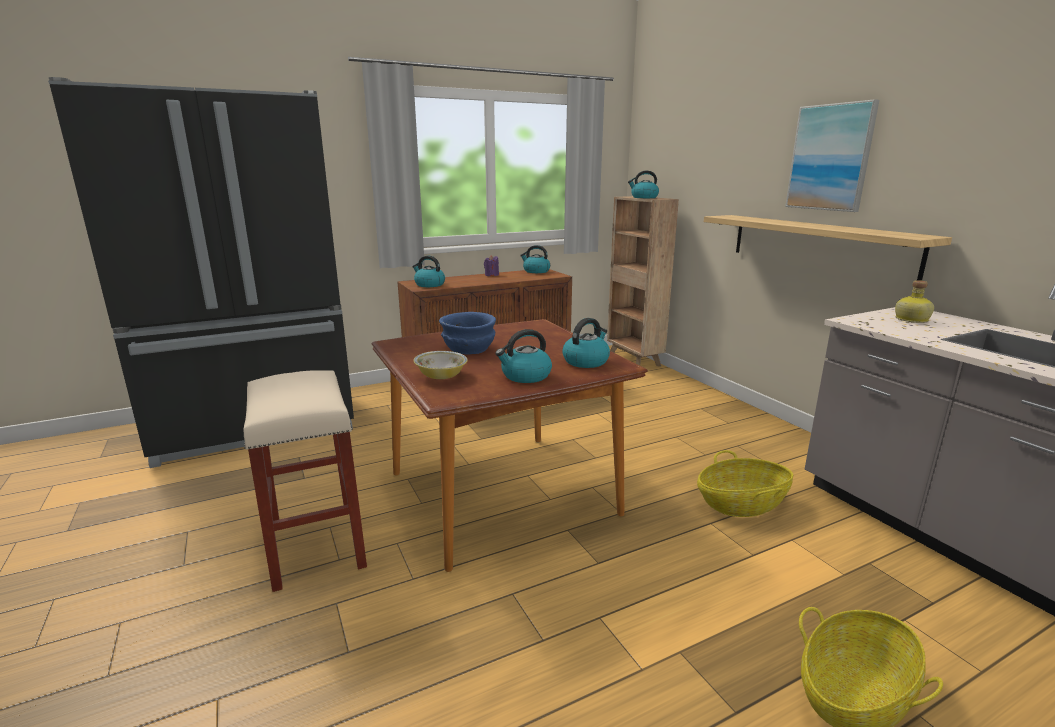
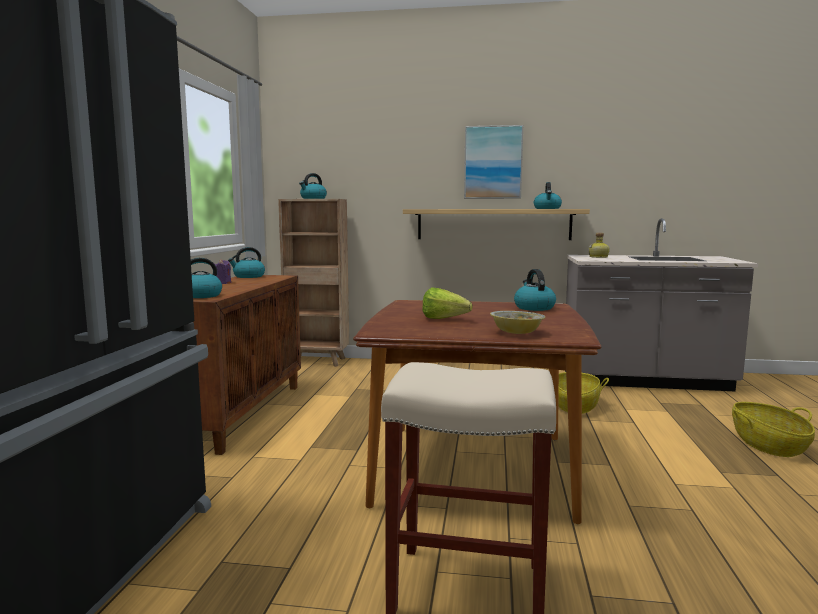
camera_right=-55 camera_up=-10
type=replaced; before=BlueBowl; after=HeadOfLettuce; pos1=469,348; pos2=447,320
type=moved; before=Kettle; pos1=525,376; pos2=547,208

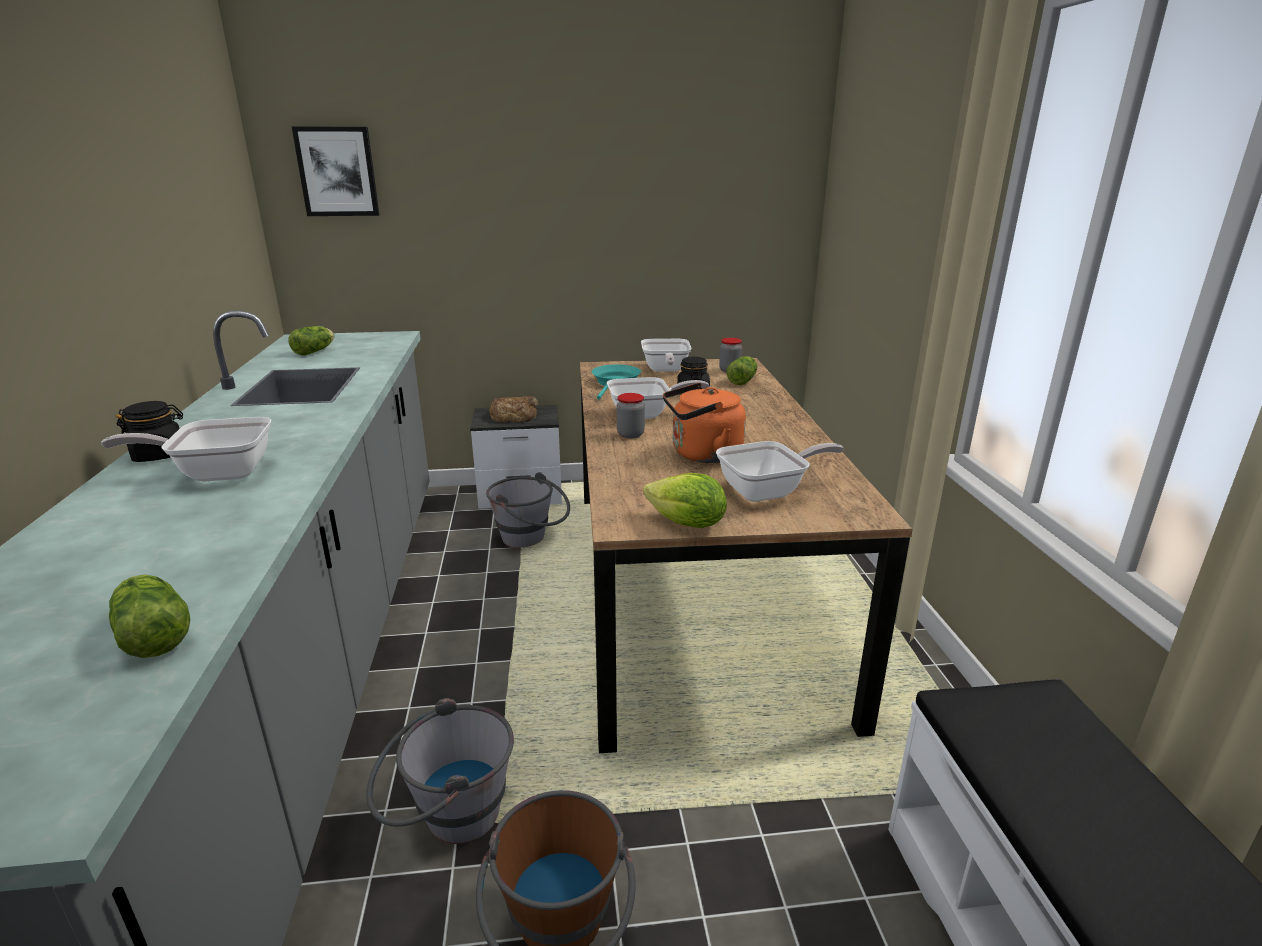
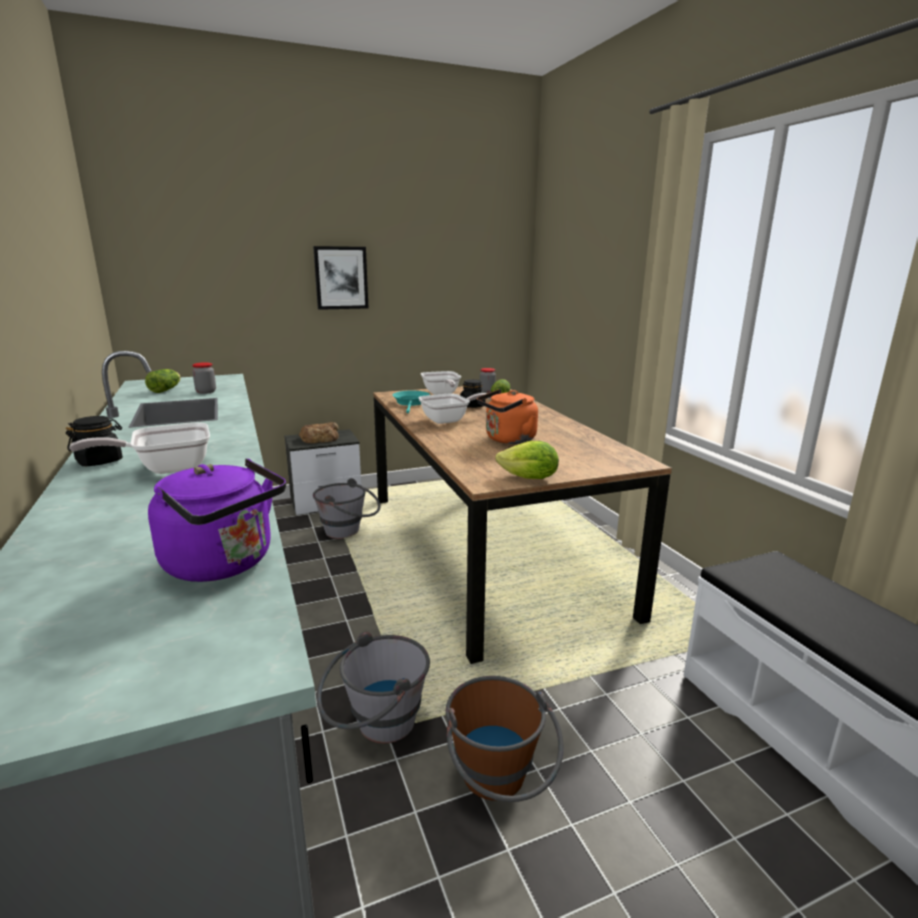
camera_right=-15 camera_up=-5
type=moved; before=Picture; pos1=337,172; pos2=341,278
type=moved; before=PreserveJar; pos1=630,434; pos2=206,392
type=removed; before=Pan; pos1=768,491
type=replaced; before=HeadOfLettuce; after=PurpleColouredKettle; pos1=154,634; pos2=224,564

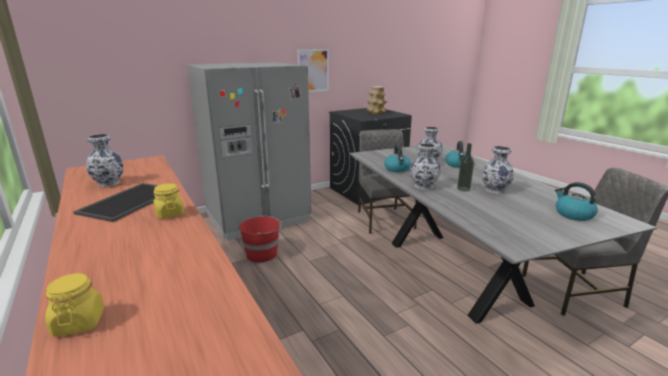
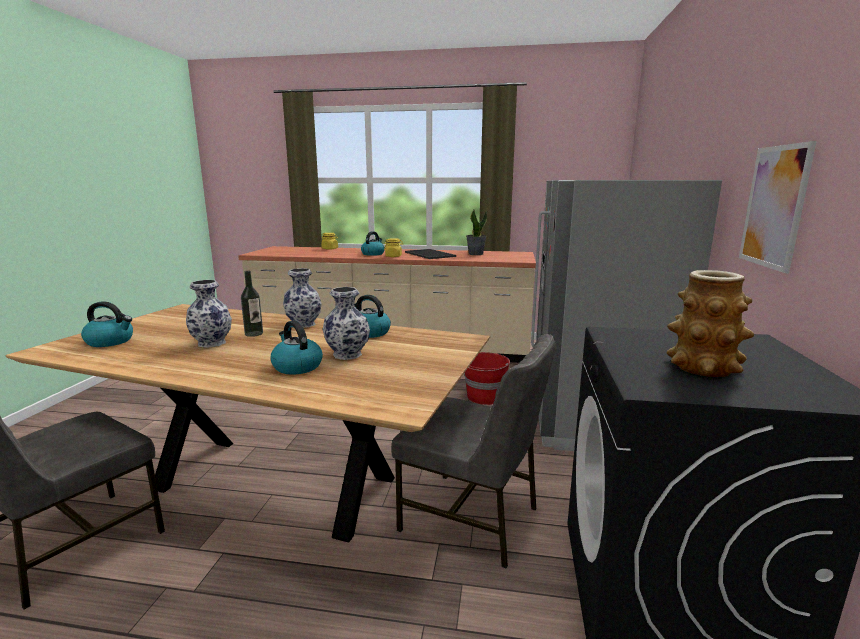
camera_right=130 camera_up=-5
type=replaced; before=DecorativeVase; after=PlantInAPot; pos1=109,183; pos2=475,254
type=recoloured; before=GreyishDiningTable; after=BrownColouredDiningTable; pos1=453,270; pos2=276,484
type=added; after=Kettle; pos2=373,254

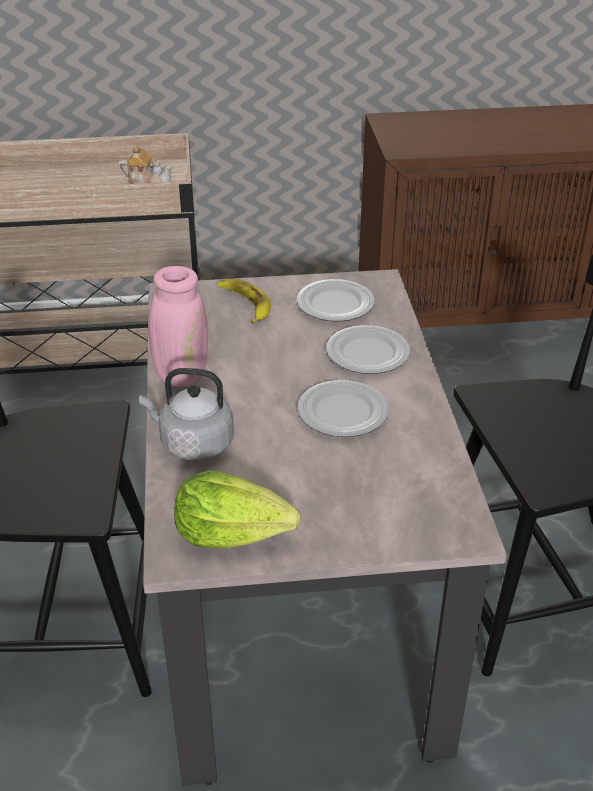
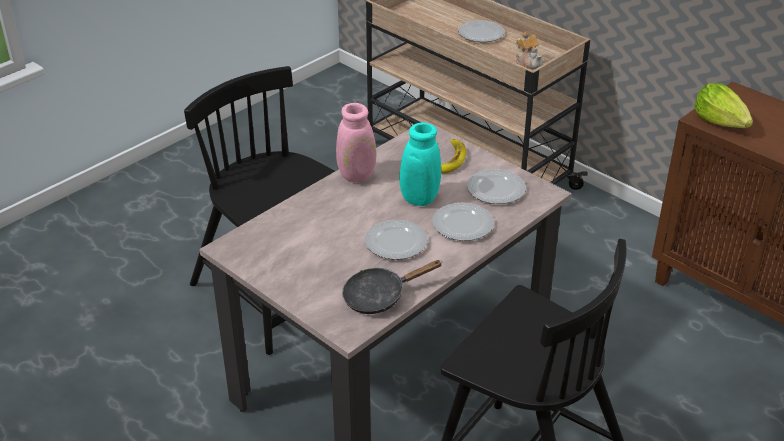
camera_right=50 camera_up=0
type=removed; before=GreyishKettle; pos1=193,444
type=moved; before=HeadOfLettuce; pos1=233,533; pos2=720,122
type=added; after=Plate; pos2=480,34
type=added; after=TurquoiseColouredDecorativeVase; pos2=416,200
type=added; after=BlackColouredPan; pos2=380,296

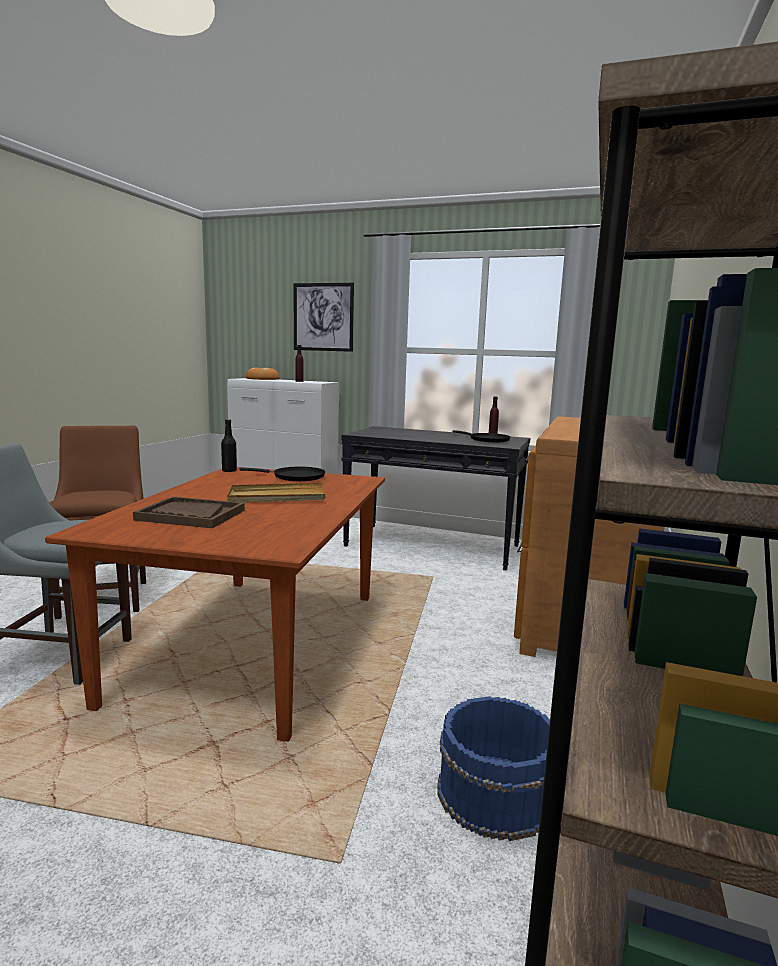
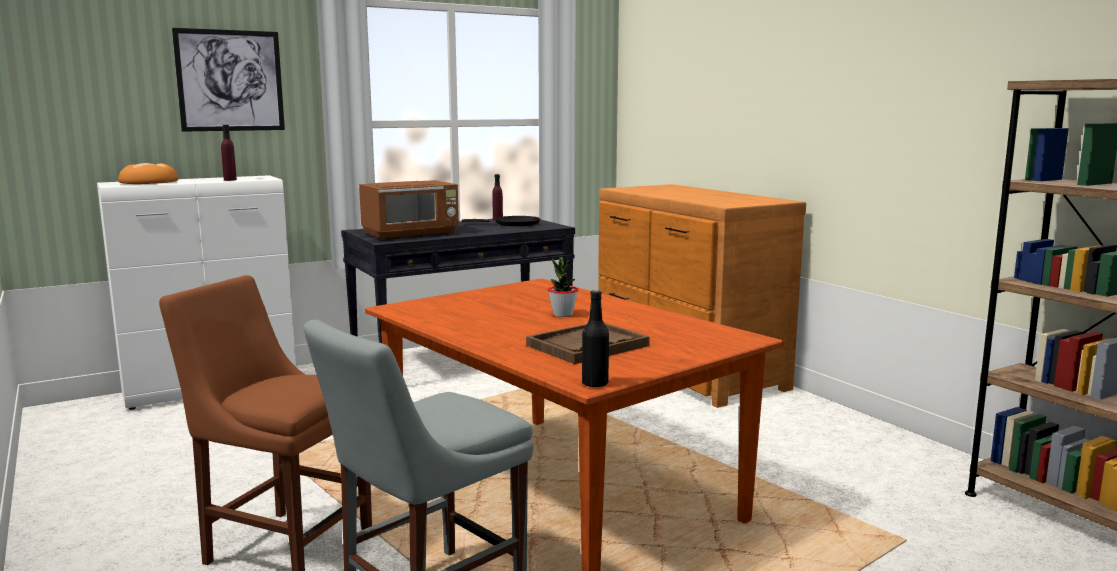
camera_right=-50 camera_up=0
type=moved; before=BlackColouredBottle; pos1=229,471; pos2=595,384
type=removed; before=BlackColouredPan; pos1=295,477
type=replaced; before=BeigeColouredServingTray; after=PlantInAPot; pos1=277,497; pos2=562,314
type=removed; before=BluePail; pos1=495,792
type=added; after=BrownColouredMicrowave; pos2=411,234

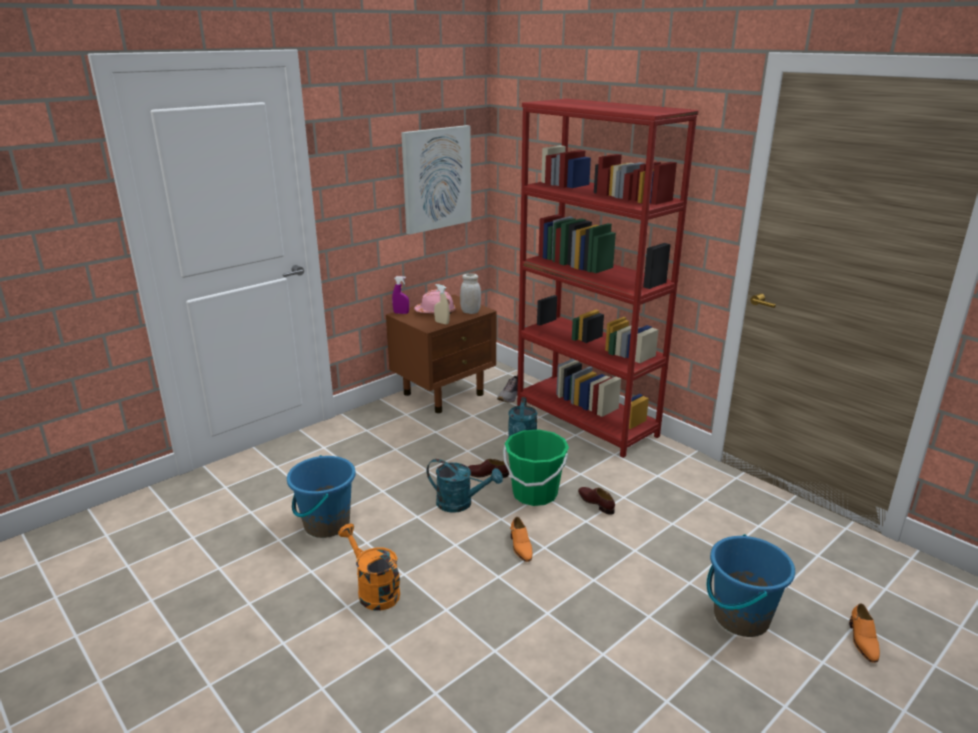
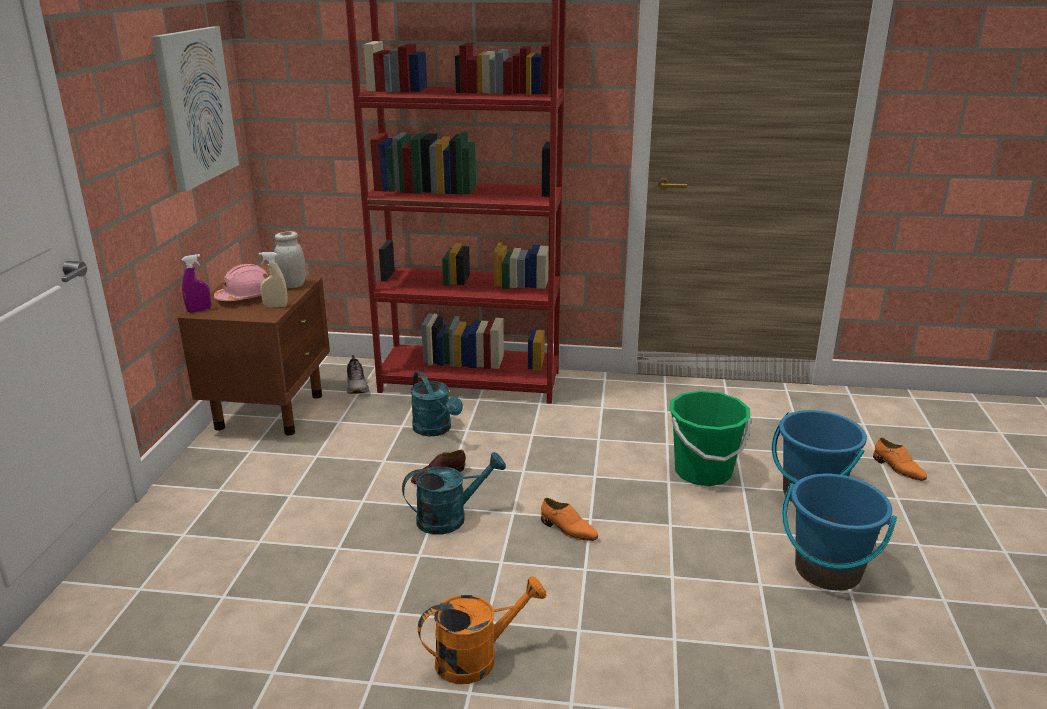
camera_right=-40 camera_up=0
type=moved; before=GreenPail; pos1=534,494; pos2=703,472
type=moved; before=BluePail; pos1=326,524; pos2=827,571
type=removed; before=BrownColouredLowShoe; pos1=596,503
type=turned; before=OrangeColouredWateringCan; pos1=373,590; pos2=477,658; turn=150

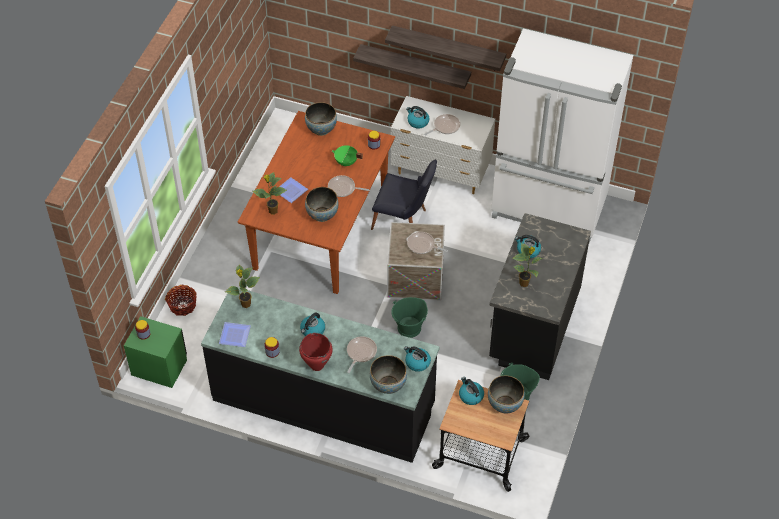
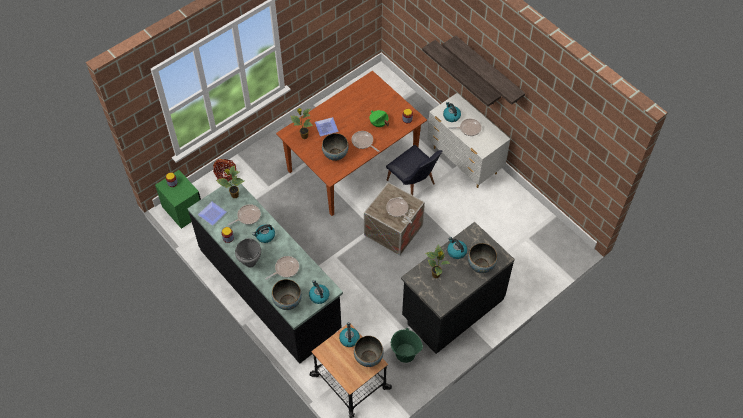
camera_right=30 camera_up=5
type=removed; before=WhitishFridge; pos1=549,208
type=moved; before=Bowl; pos1=321,129; pos2=481,266
type=removed; before=GreenPail; pos1=409,328
type=recoloured; before=RedCookingPot; after=GreyishCookingPot; pos1=316,365; pos2=250,263
type=added; after=Pan; pos2=247,216

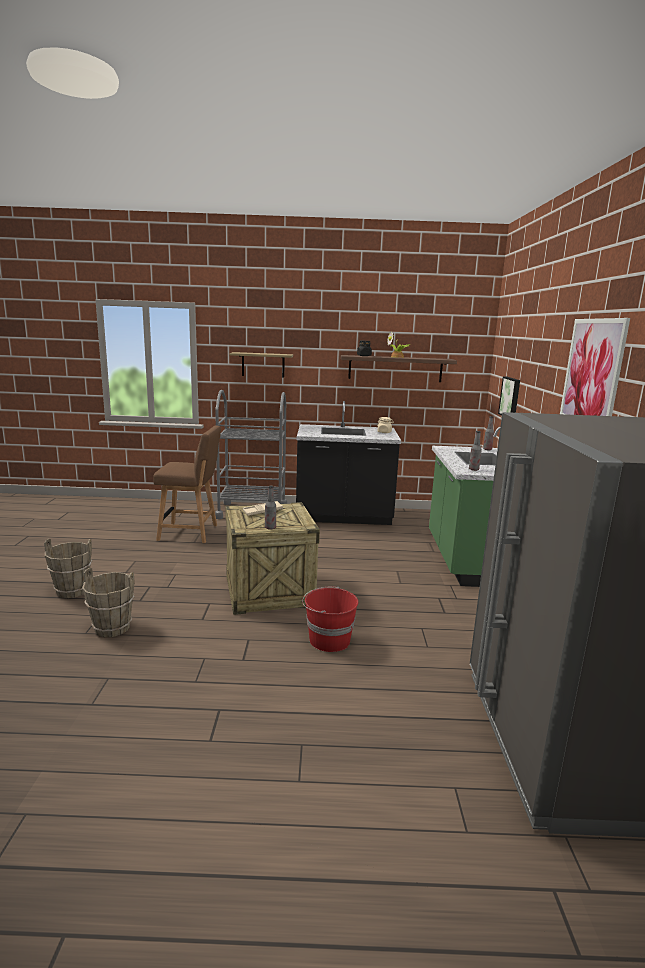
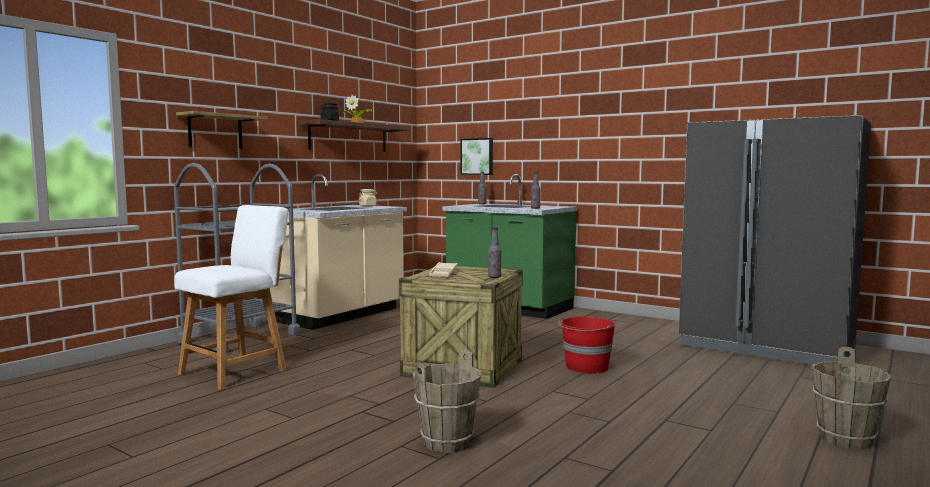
camera_right=-55 camera_up=-10
type=removed; before=Picture; pos1=592,373
type=recoloured; before=BlackColouredKitchenCounter; after=BeigeColouredKitchenCounter; pos1=343,516; pos2=341,315
type=recoloured; before=BrownColouredPlainChair; after=WhitishPlainChair; pos1=191,532; pos2=237,371
type=moved; before=BrownColouredPail; pos1=72,591; pos2=846,440

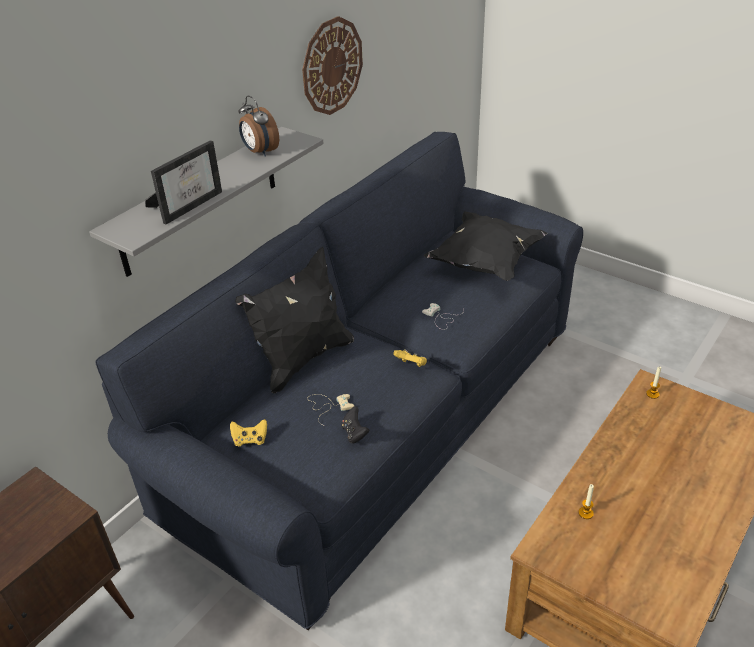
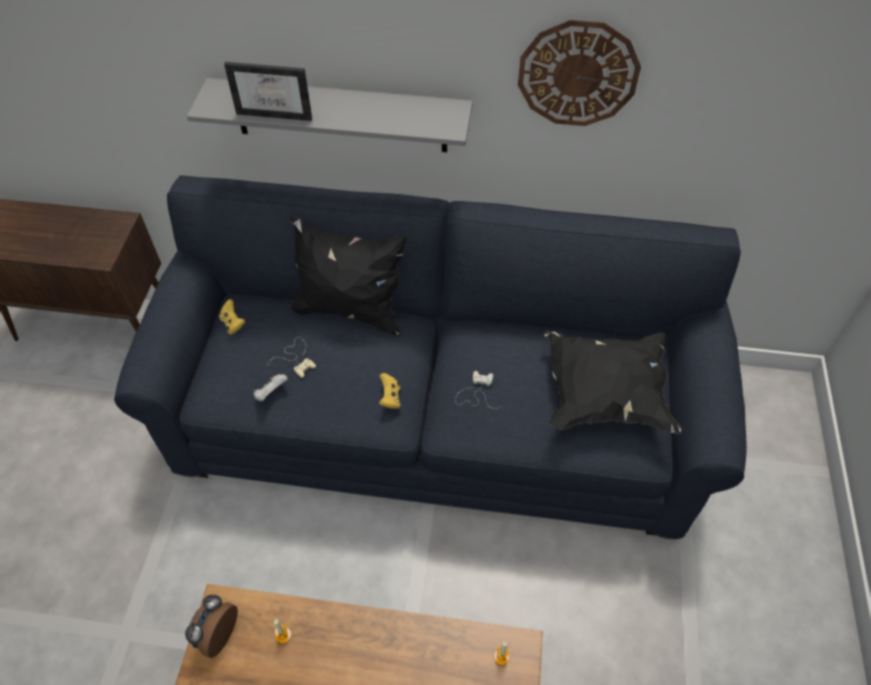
camera_right=60 camera_up=15
type=moved; before=BedsideClock; pos1=260,152; pos2=216,634
type=recoloured; before=BlackColouredGameController; after=WhitishGameController; pos1=354,433; pos2=271,393

